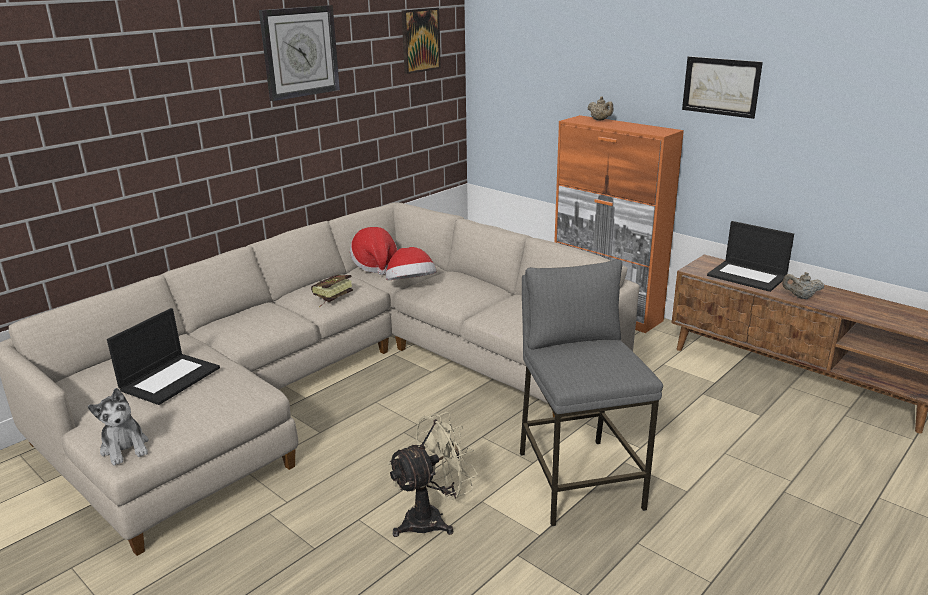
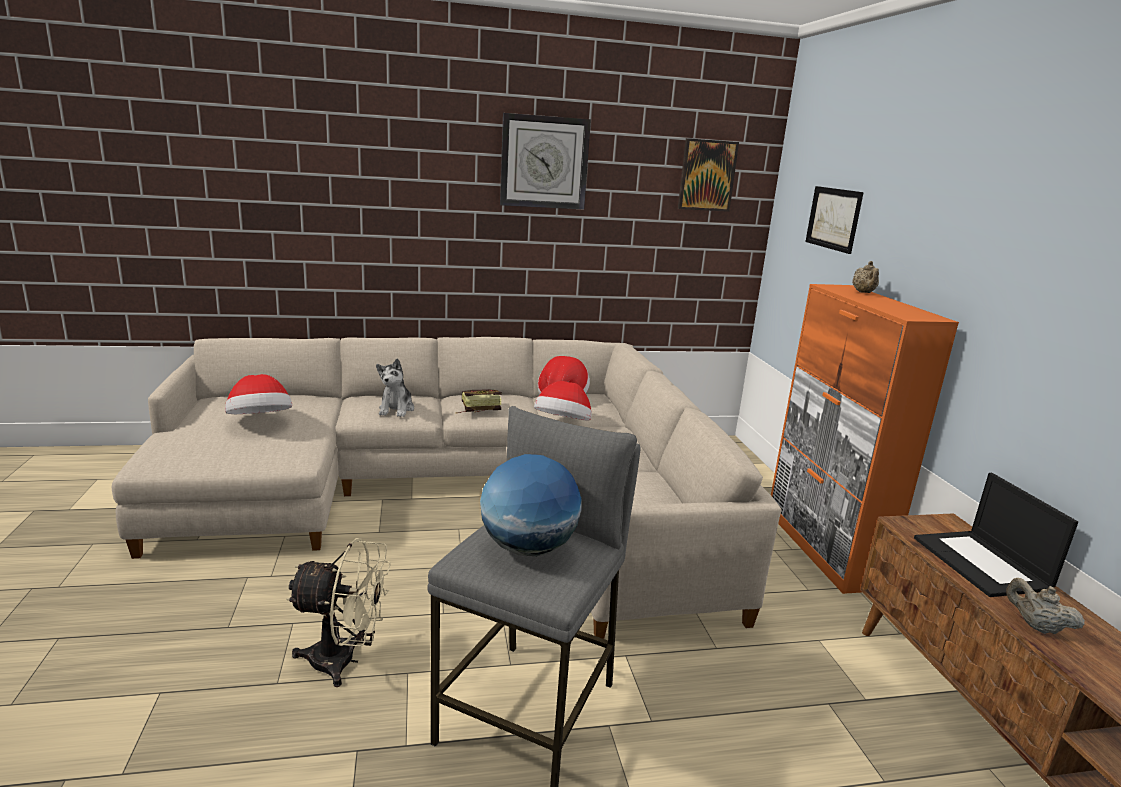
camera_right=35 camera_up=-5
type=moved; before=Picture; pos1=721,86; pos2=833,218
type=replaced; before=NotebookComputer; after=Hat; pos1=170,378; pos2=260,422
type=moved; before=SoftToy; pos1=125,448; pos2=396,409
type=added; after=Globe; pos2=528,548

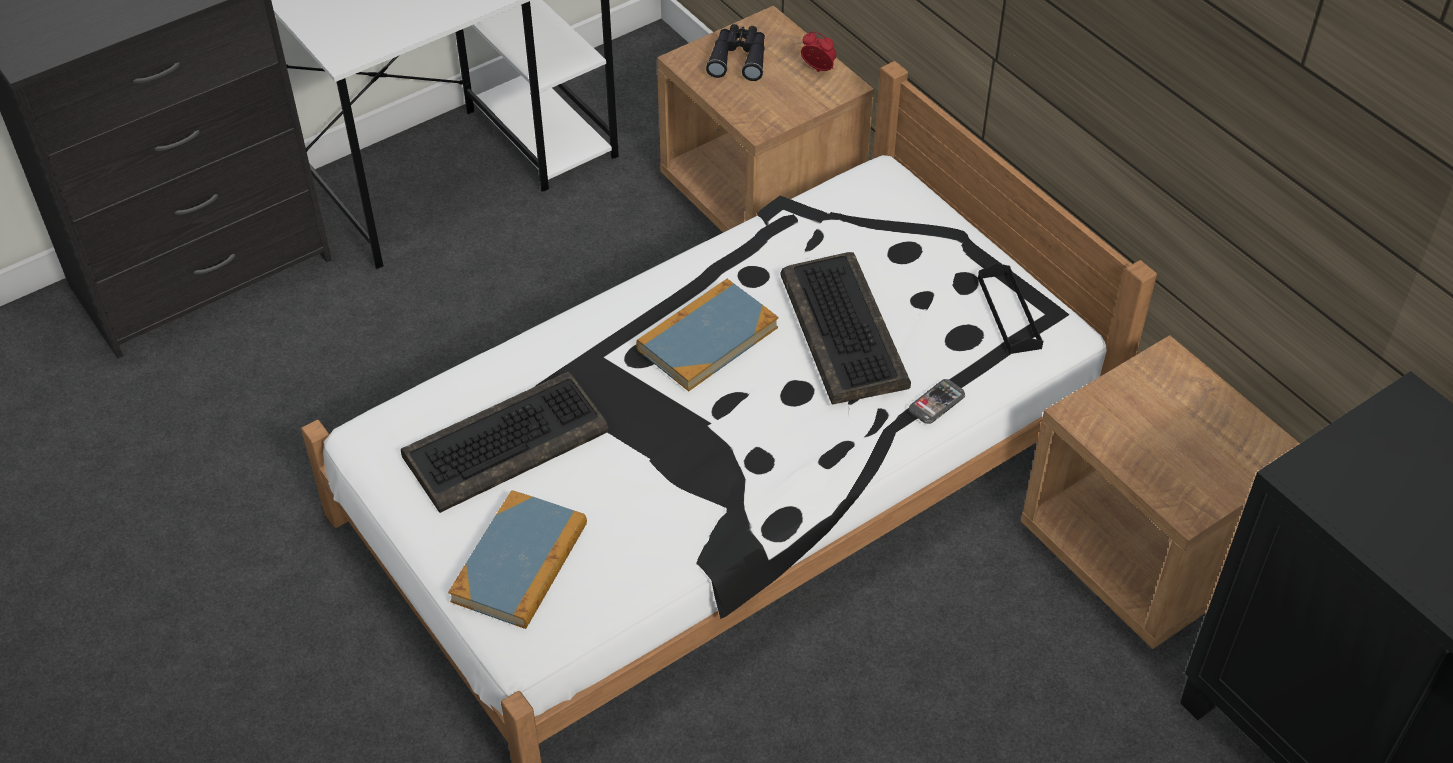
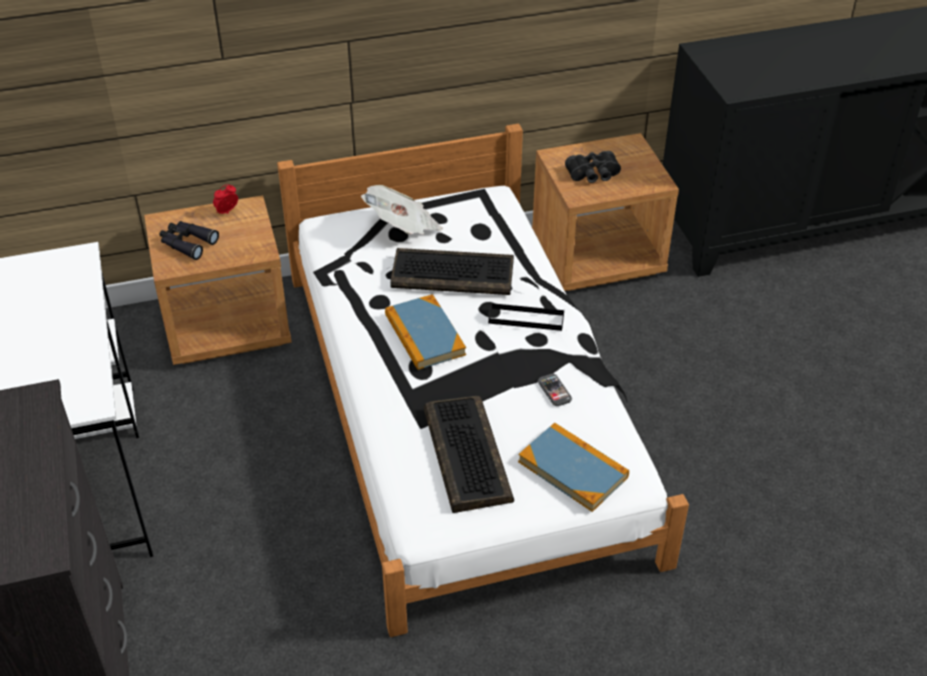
camera_right=-70 camera_up=-5
type=moved; before=BlackColouredServingTray; pos1=1009,313; pos2=526,319
type=moved; before=Telephone; pos1=936,403; pos2=554,391
type=added; after=BlackColouredFieldGlasses; pos2=593,175
type=added; after=Newspaper; pos2=403,227

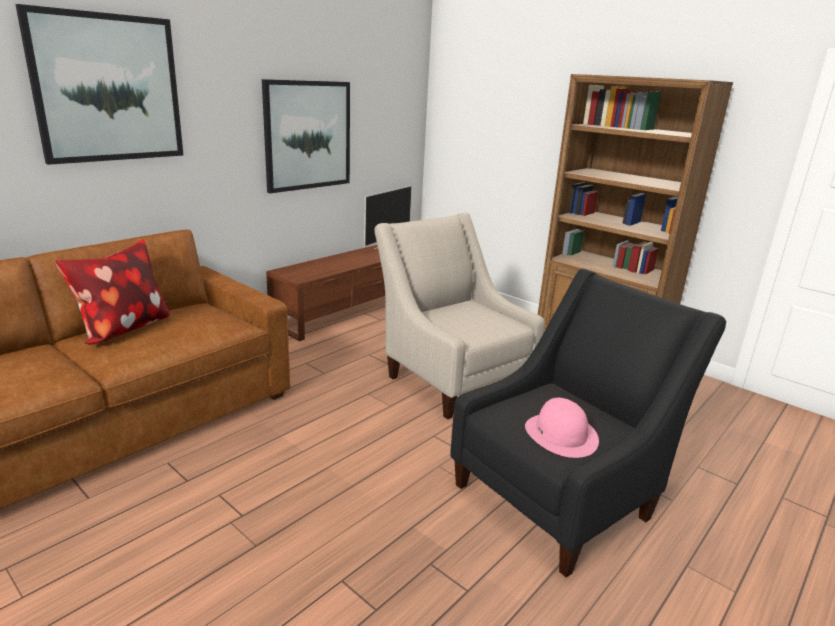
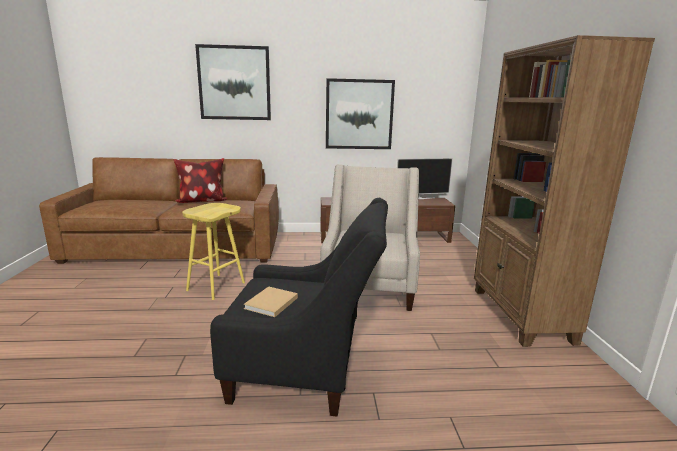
camera_right=45 camera_up=-5
type=replaced; before=PinkHat; after=BeigeColouredBoundBook; pos1=561,434; pos2=270,304
type=added; after=YellowishStoolSeat; pos2=216,286

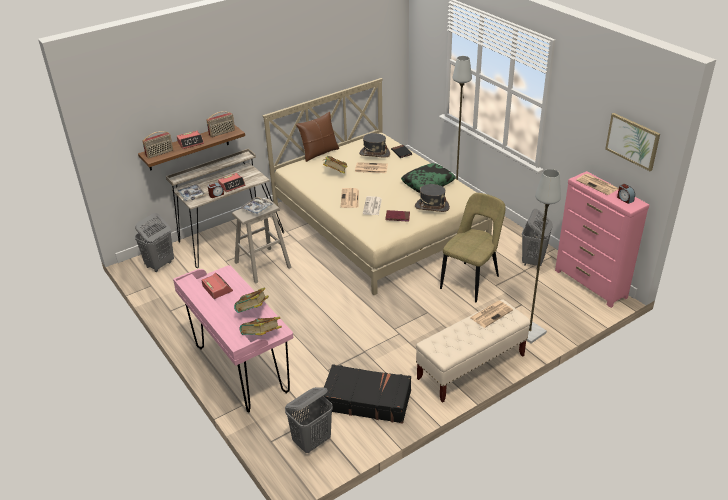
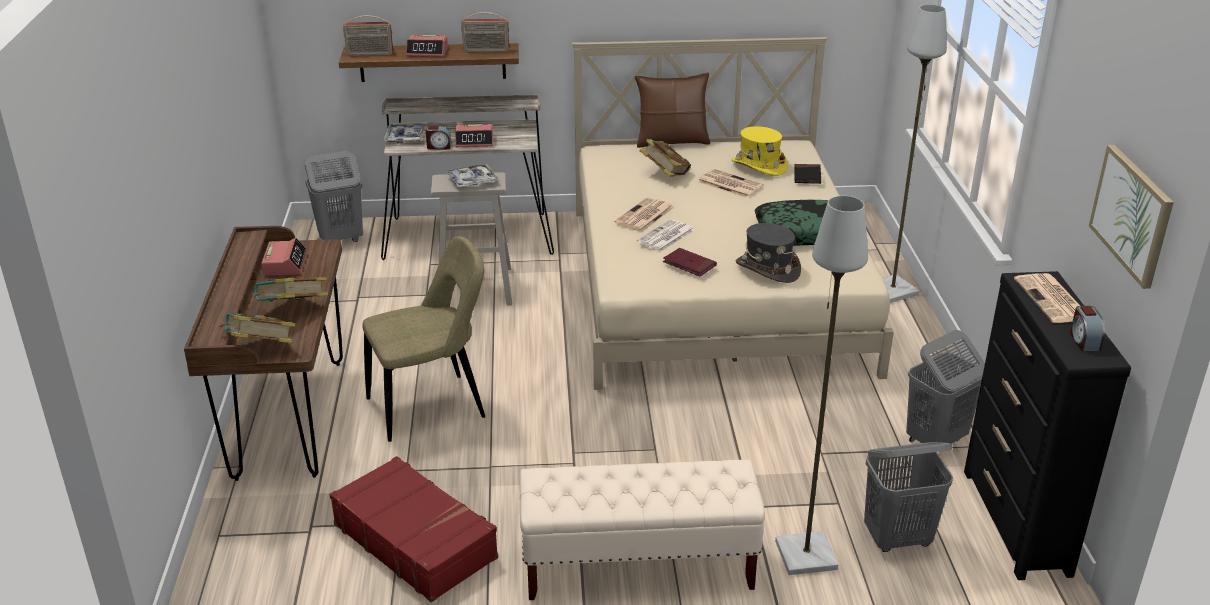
camera_right=30 camera_up=-5
type=recoloured; before=GreyishHat; after=YellowishHat; pos1=374,154; pos2=758,166
type=recoloured; before=PinkDresser; after=BlackColouredDresser; pos1=590,284; pos2=1016,522
type=moved; before=BeigeColouredPlainChair; pos1=471,281; pos2=432,407
type=recoloured; before=PinkDeskUnit; after=BrownColouredDeskUnit; pos1=241,370; pos2=289,418
type=removed; before=Newspaper; pos1=491,314
type=recoloured; before=BlackColouredPieceOfLuggage; after=RedPieceOfLuggage; pos1=366,400; pos2=415,541
type=moved; before=GreyishHamper; pos1=312,441; pos2=898,539

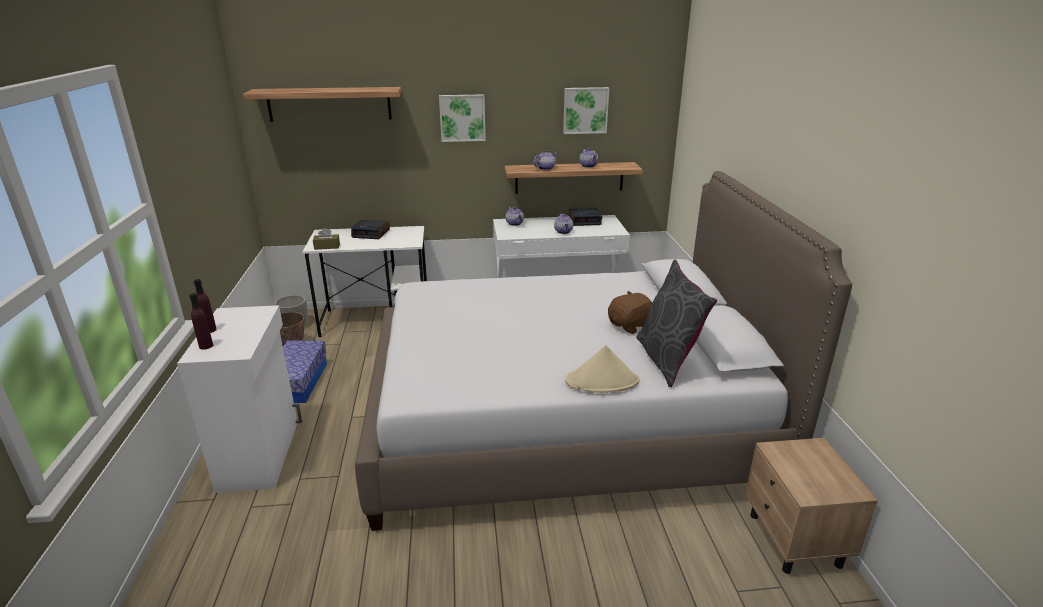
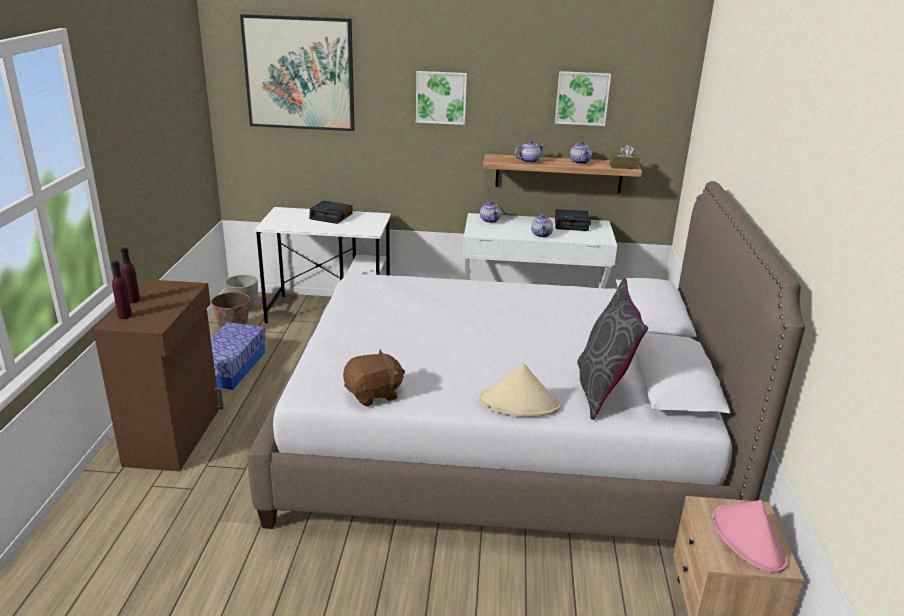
camera_right=10 camera_up=0
type=replaced; before=WallShelf; after=Picture; pos1=329,104; pos2=299,73
type=moved; before=BrownColouredTissueHolder; pos1=327,246; pos2=623,166
type=moved; before=BrownColouredSoftToy; pos1=630,325; pos2=374,394
type=recoloured; before=WhitishCupboard; after=BrownColouredCupboard; pos1=261,454; pos2=175,435
type=added; after=PinkHat; pos2=748,540

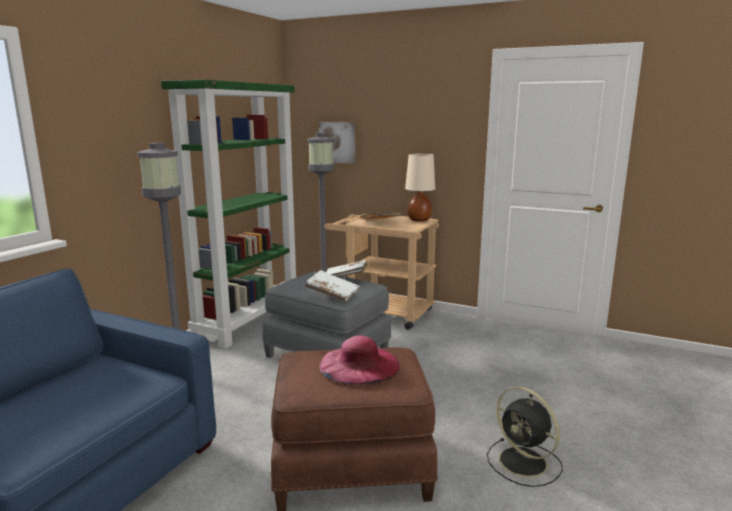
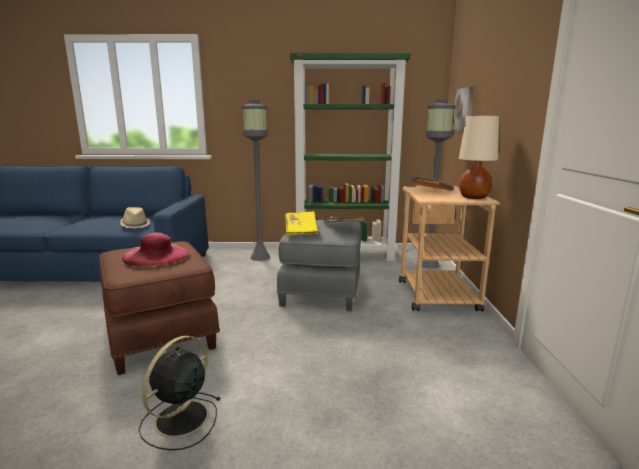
camera_right=65 camera_up=0
type=recoloured; before=WhitishBoundBook; after=YellowishBoundBook; pos1=332,294; pos2=301,231
type=added; after=BeigeColouredHat; pos2=135,225

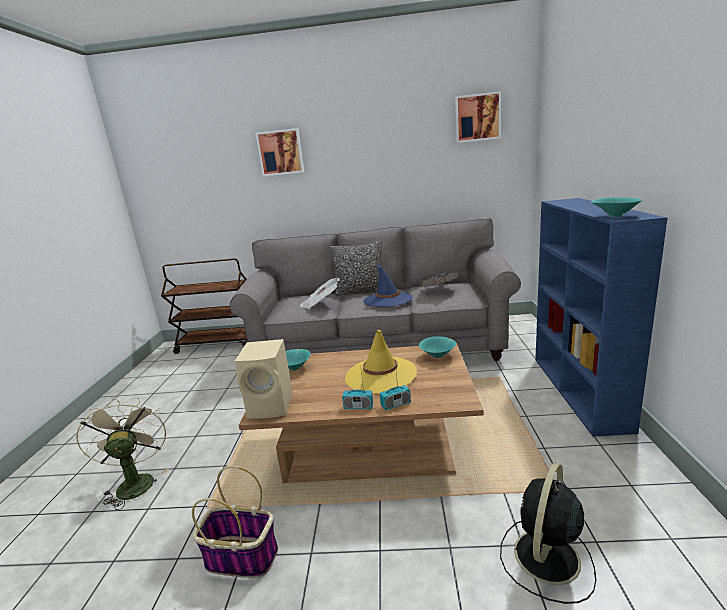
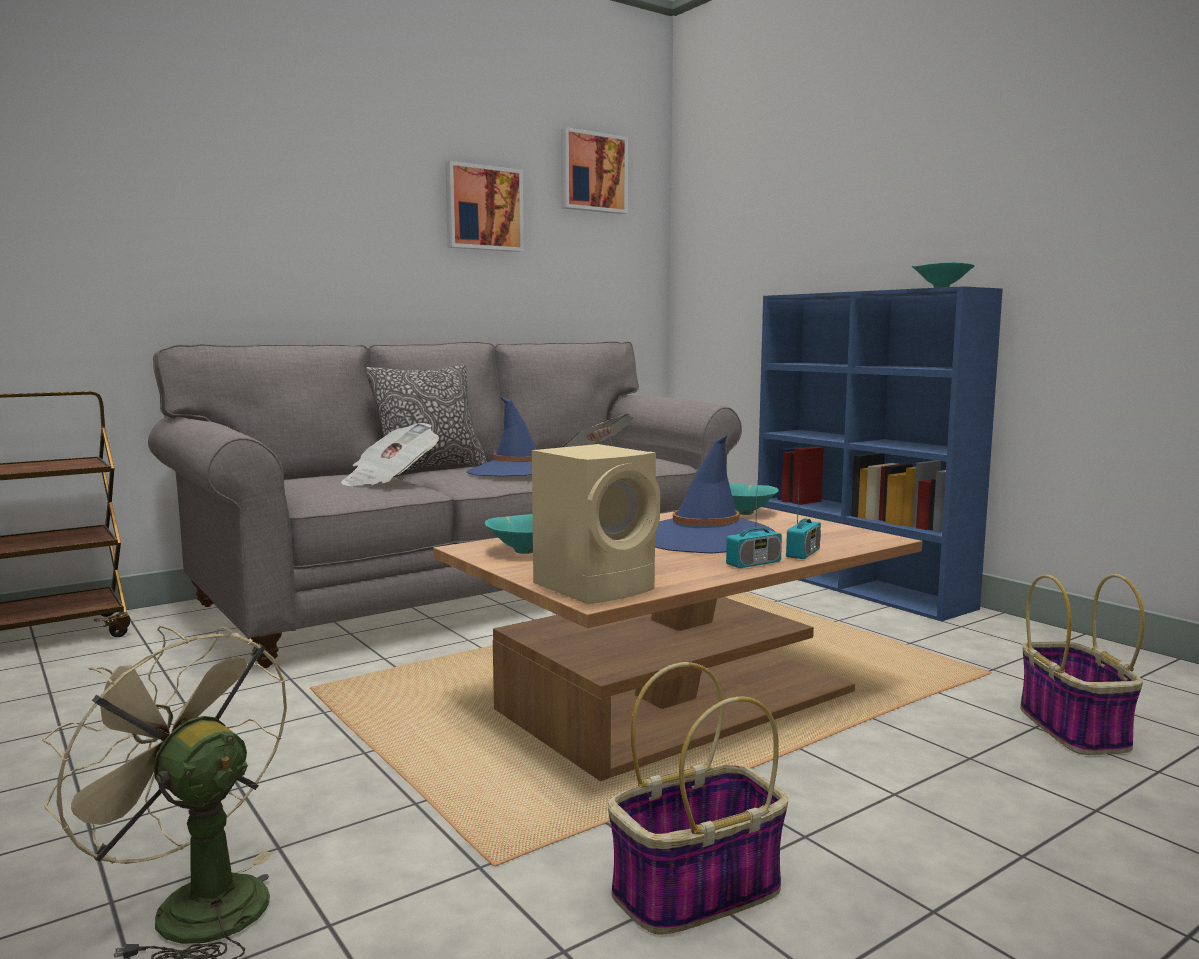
camera_right=-40 camera_up=-10
type=moved; before=Picture; pos1=280,152; pos2=483,208
type=recoloured; before=YellowishHat; after=BlueHat; pos1=380,375; pos2=705,537
type=replaced; before=BlackColouredFan; after=StorageBasket; pos1=545,558; pos2=1075,729

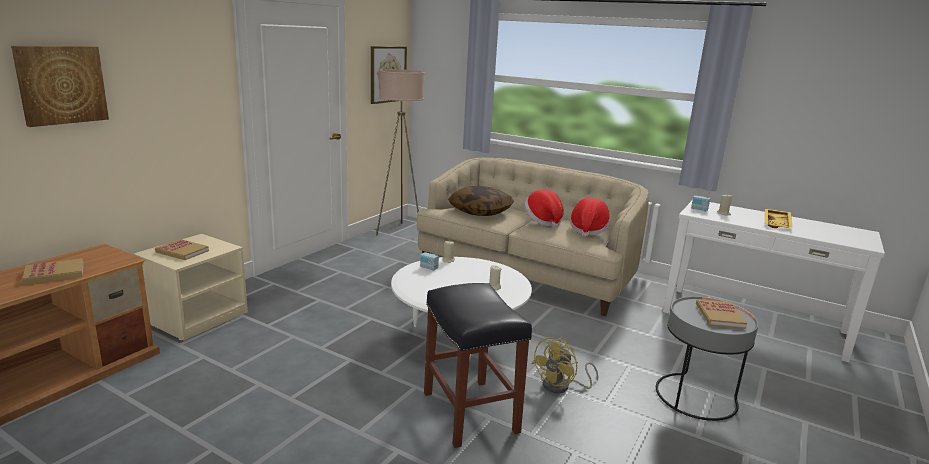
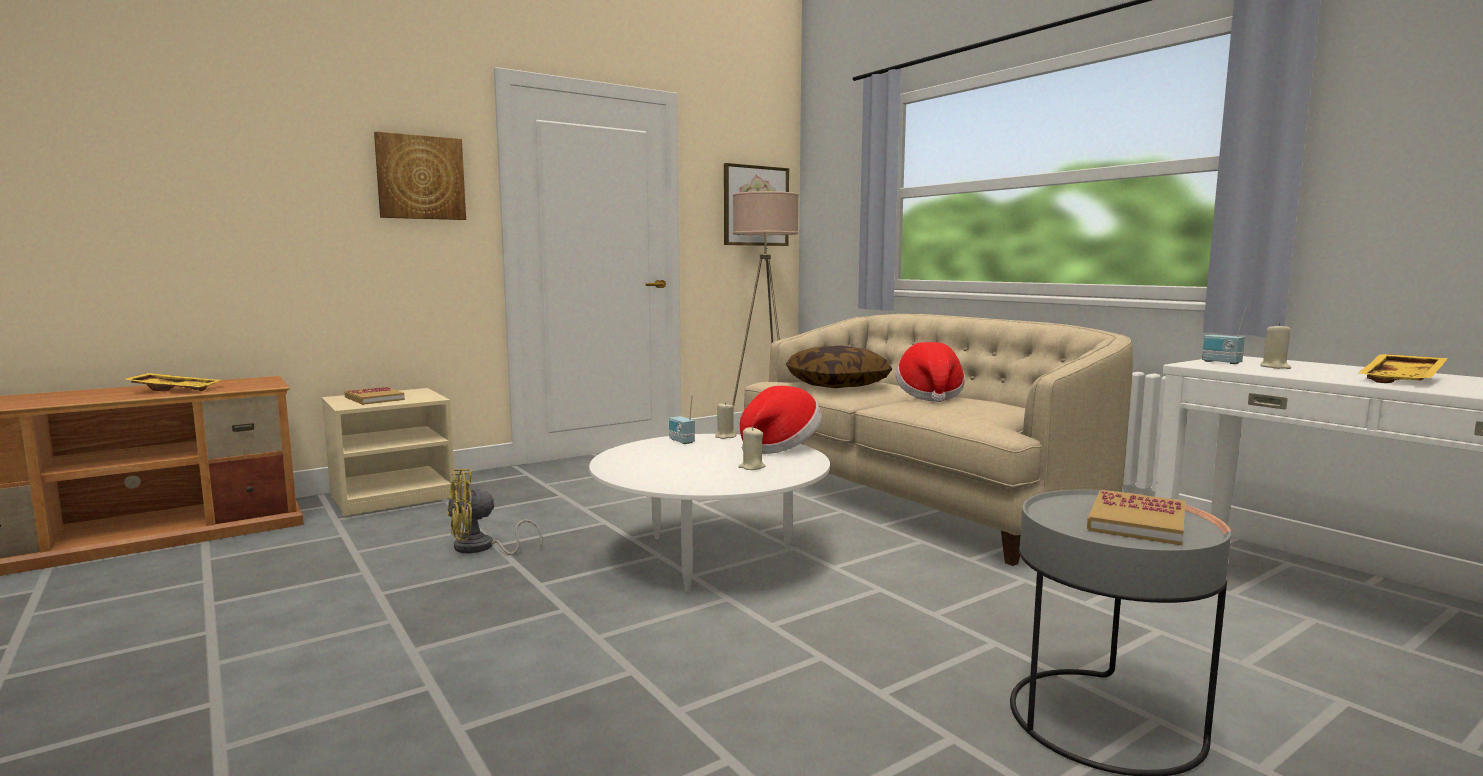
camera_right=25 camera_up=-10
type=moved; before=Picture; pos1=61,84; pos2=420,177
type=moved; before=Hat; pos1=588,230; pos2=779,447
type=replaced; before=BoundBook; after=YellowishServingTray; pos1=54,273; pos2=175,390
type=removed; before=BlackColouredStoolSeat; pos1=471,413
type=moved; before=YellowishFan; pos1=561,386; pos2=481,548

